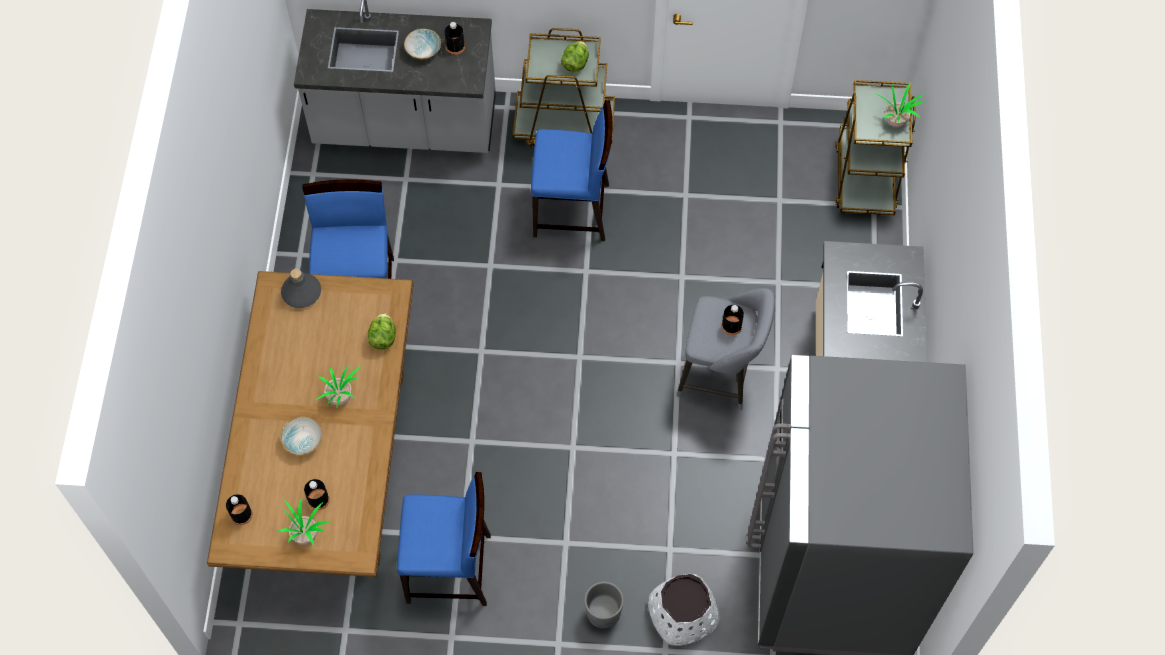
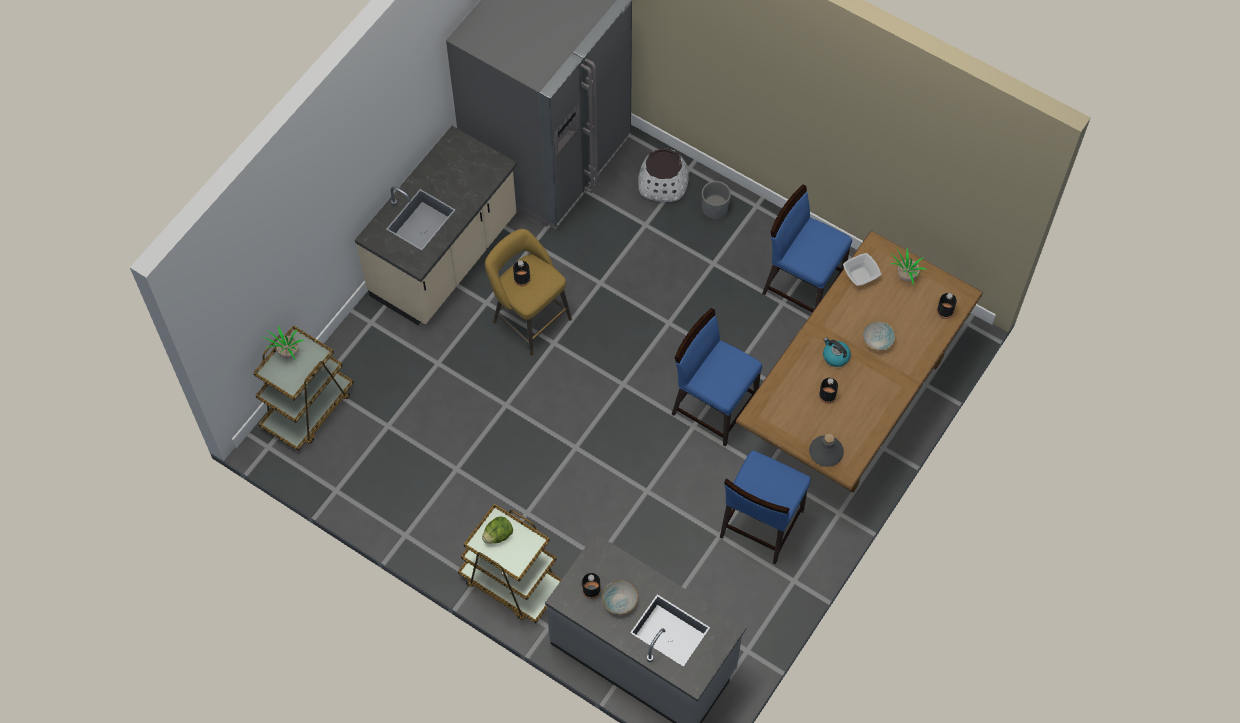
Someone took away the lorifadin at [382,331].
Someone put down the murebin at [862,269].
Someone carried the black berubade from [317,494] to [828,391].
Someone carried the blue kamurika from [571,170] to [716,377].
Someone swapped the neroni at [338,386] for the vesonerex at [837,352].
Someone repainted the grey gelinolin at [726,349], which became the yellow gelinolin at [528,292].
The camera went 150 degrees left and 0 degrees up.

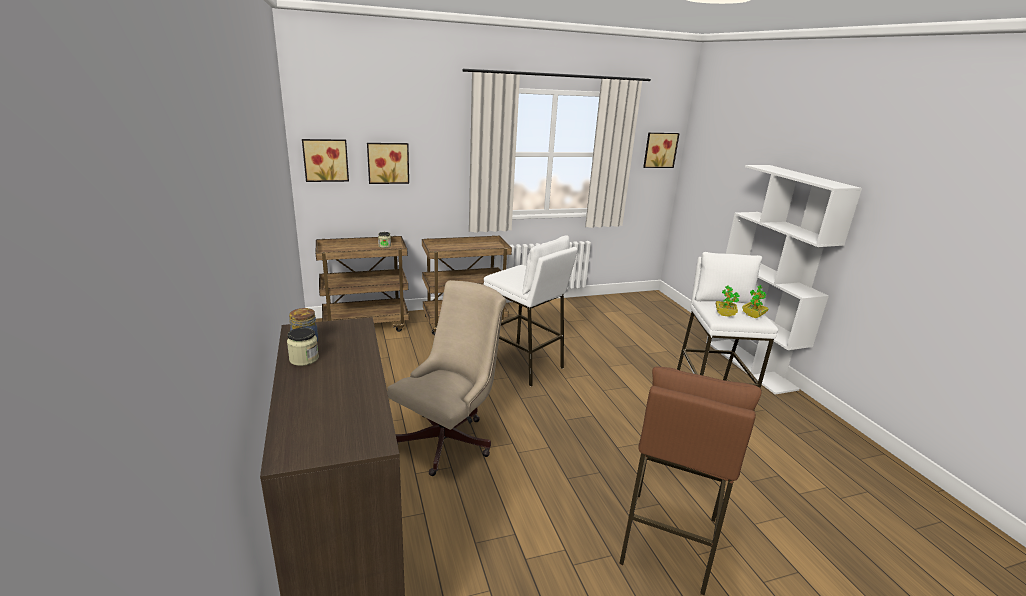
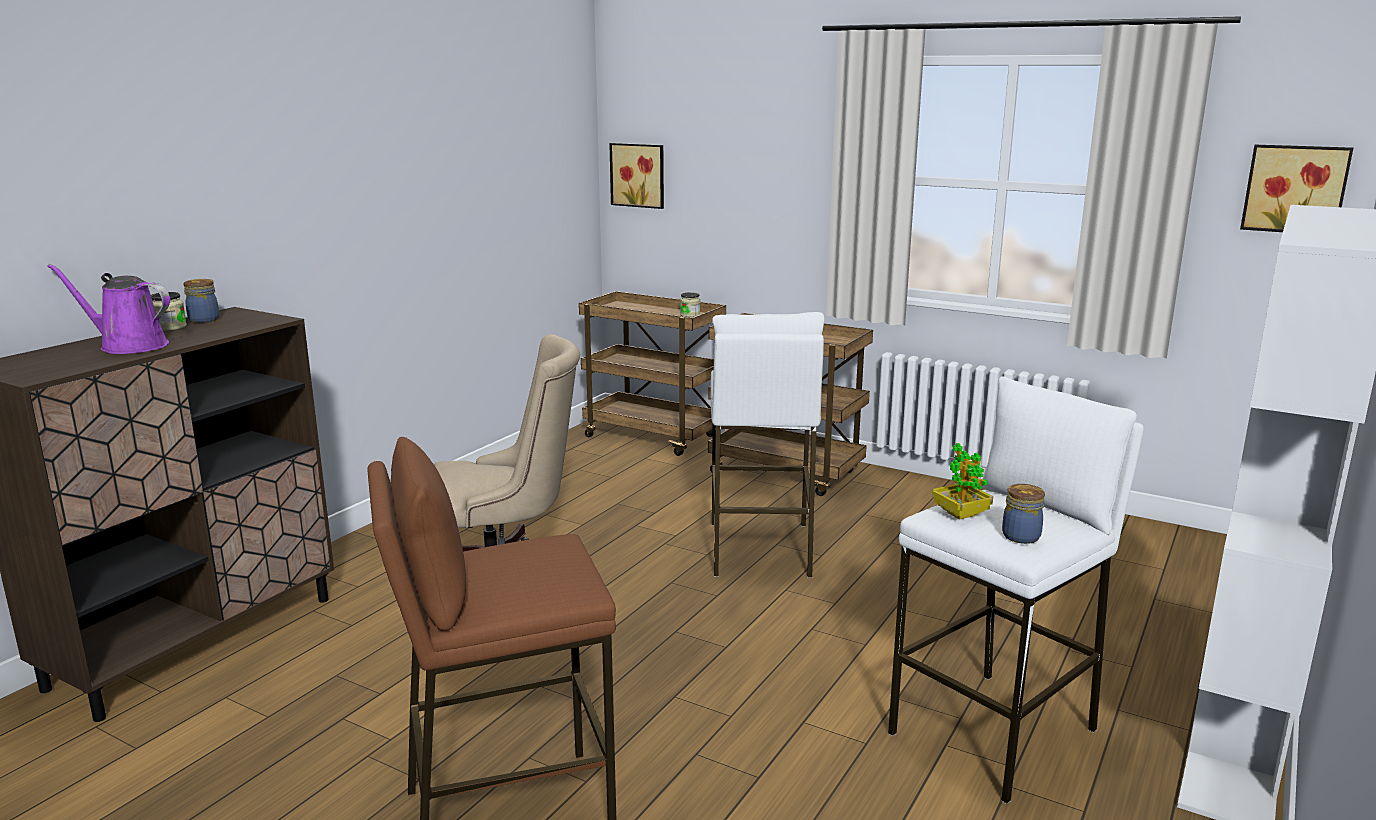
Someone took away the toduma at [388,163].
Someone put down the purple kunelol at [108,309].
Someone swapped the neroni at [755,301] for the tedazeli at [1023,514].
The camera went 50 degrees right and 5 degrees down.

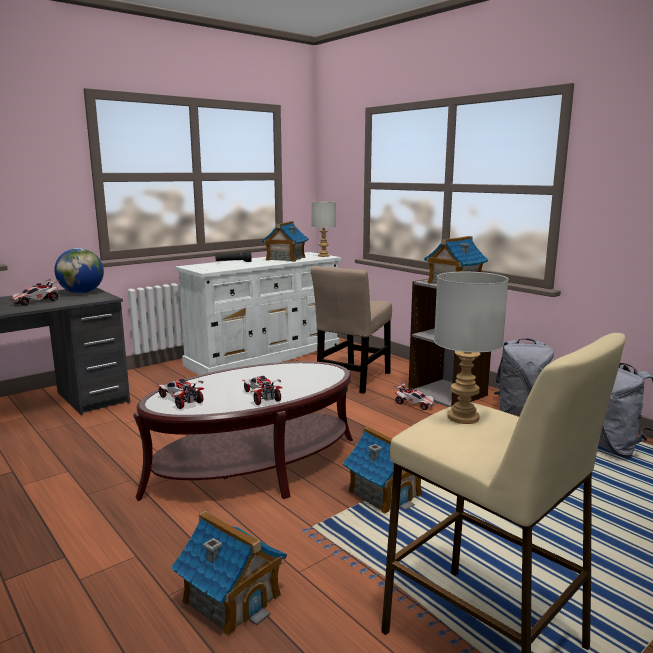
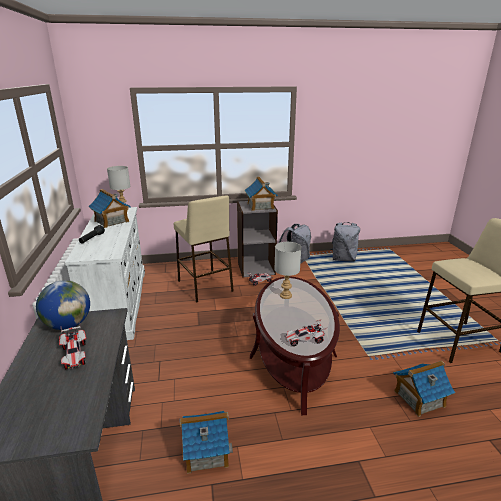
Someone took away the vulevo at [262,390].
Someone carried the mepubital from [382,470] to [206,442].
Someone carried the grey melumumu from [471,348] to [287,270].
Someone swapped the beige kamurika at [351,330] for the beige gelinolin at [204,249].
The camera went 60 degrees left and 10 degrees up.

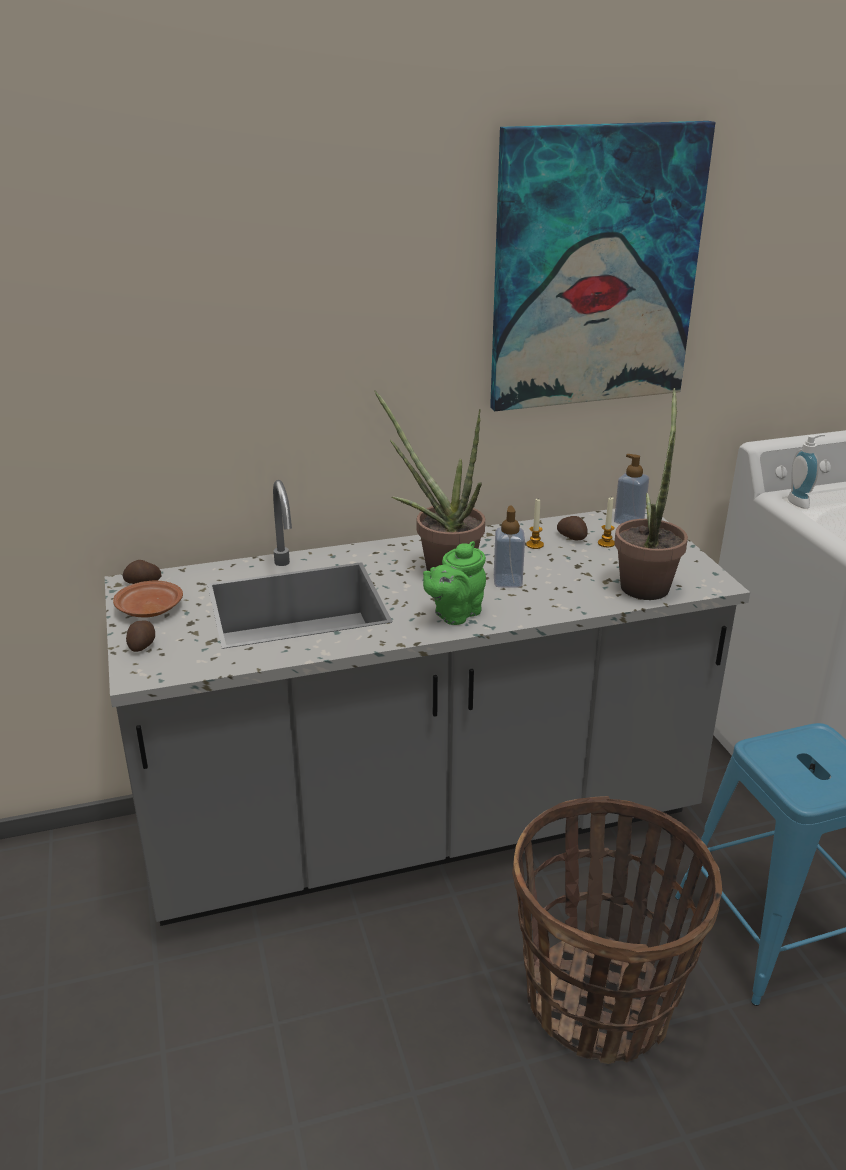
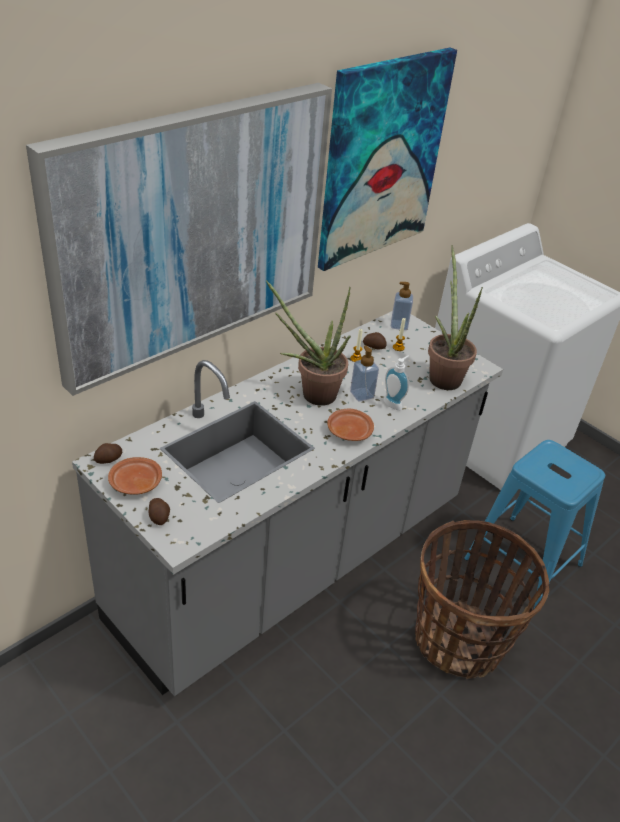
Someone put up the toduma at [179,239].
Someone carried the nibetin from [806,471] to [396,383].
Someone swapped the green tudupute at [454,583] for the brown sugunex at [350,425].
The camera went 30 degrees left and 10 degrees up.

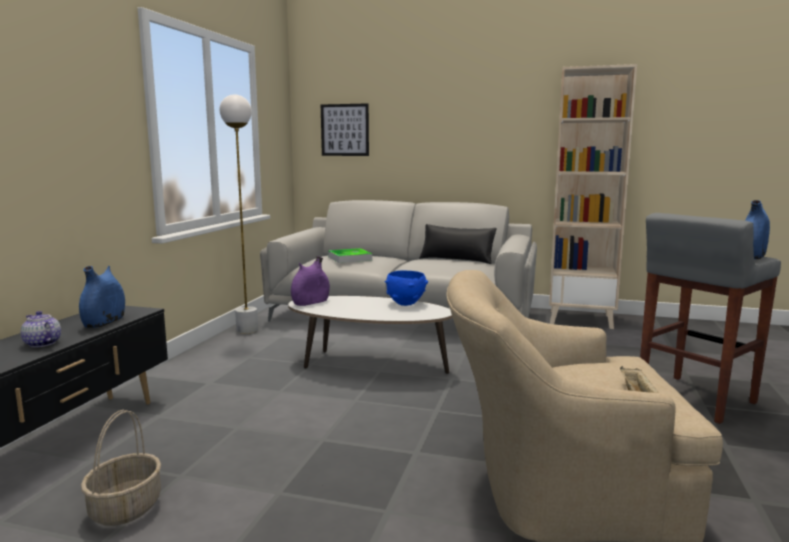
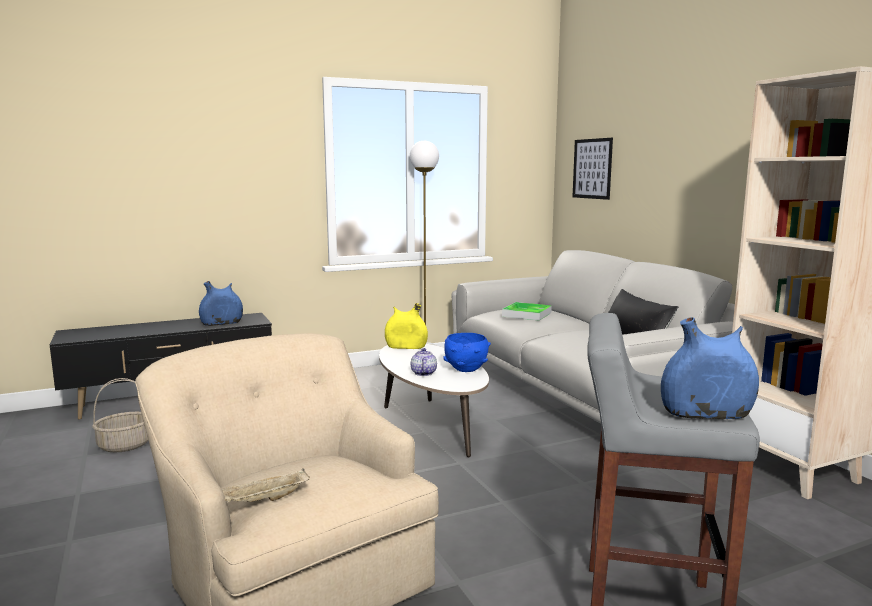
Someone carried the tudupute from [41,329] to [424,362].
Someone repainted the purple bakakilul at [310,281], which became the yellow bakakilul at [406,326].
The camera went 50 degrees right and 0 degrees up.

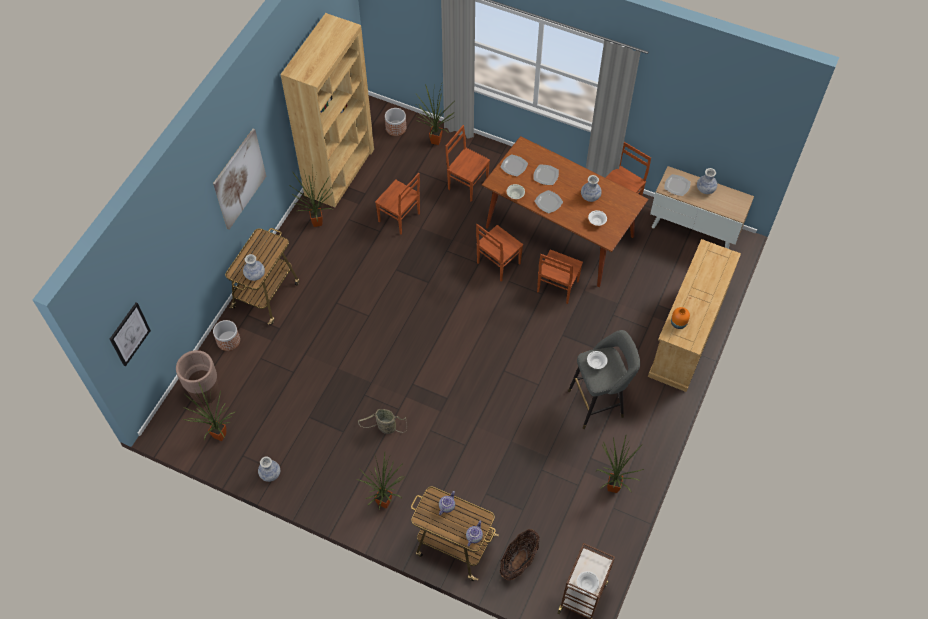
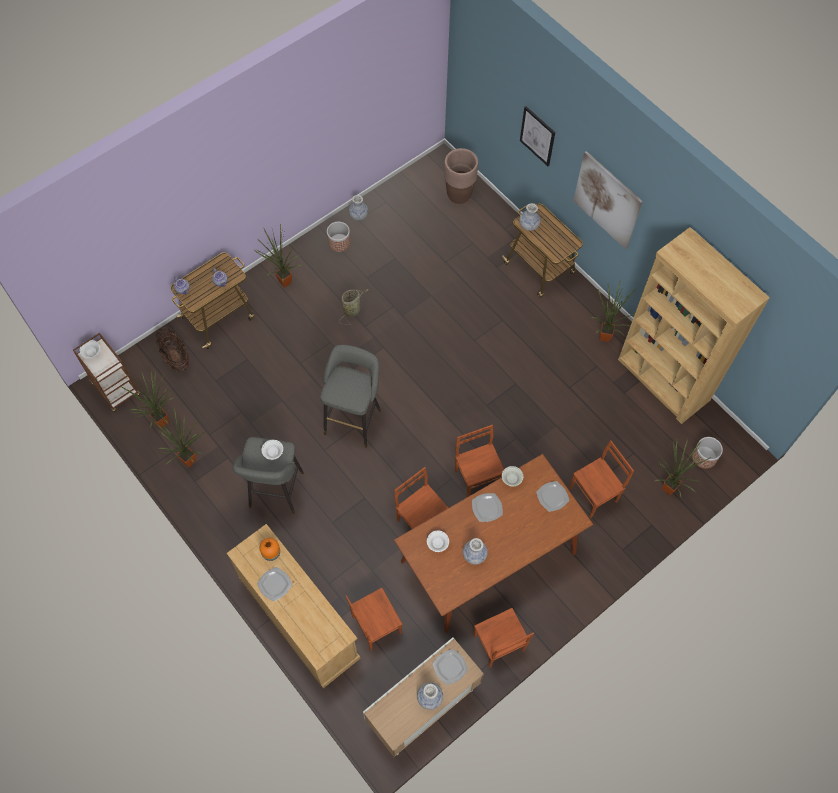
Someone put down the grey gelinolin at [350,396].
Someone carried the toduma from [130,334] to [537,136].
Someone carried the neroni from [209,412] to [148,399].
Someone carried the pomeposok from [226,335] to [339,237].
Someone carried the brown kamurika from [397,204] to [374,619].
Someone carried the sugunex from [546,175] to [274,584].
The camera went 115 degrees right and 5 degrees up.

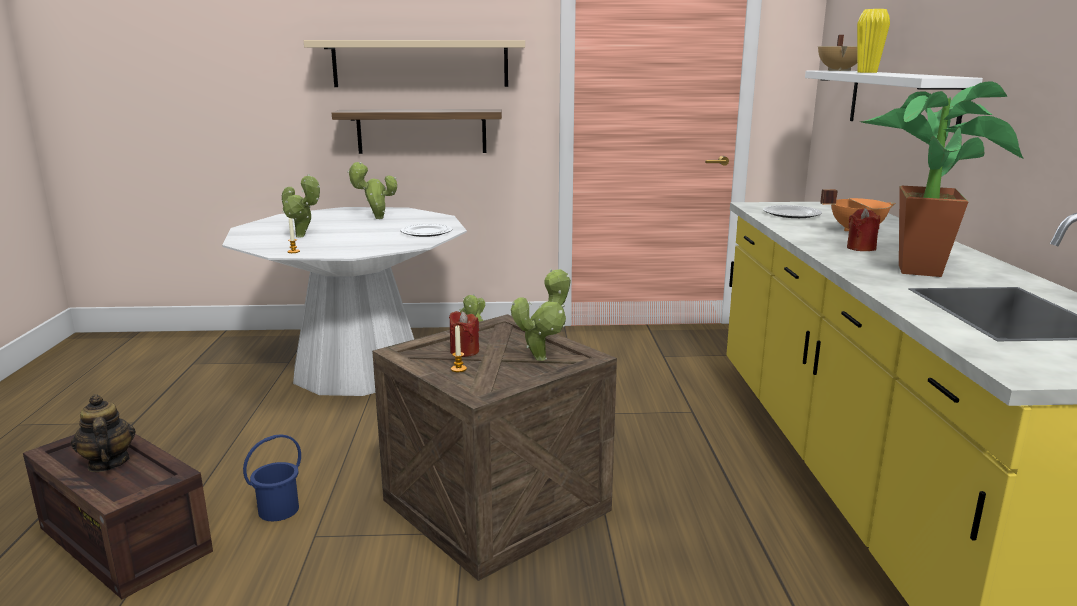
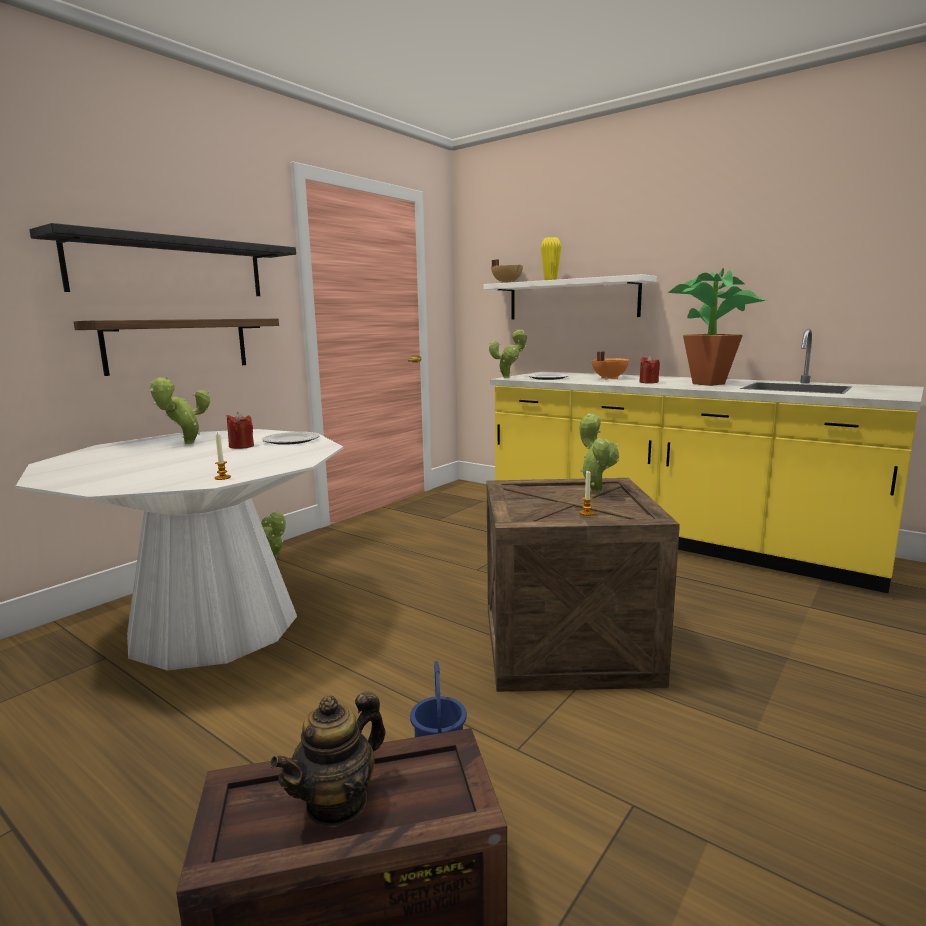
Someone carried the neroni from [301,206] to [508,353].
Someone carried the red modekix from [464,334] to [240,430].
Someone repainted the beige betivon at [414,63], which became the black betivon at [162,259].
Someone rotated the tudupute at [103,433] by 60 degrees counterclockwise.
The camera went 50 degrees left and 5 degrees down.

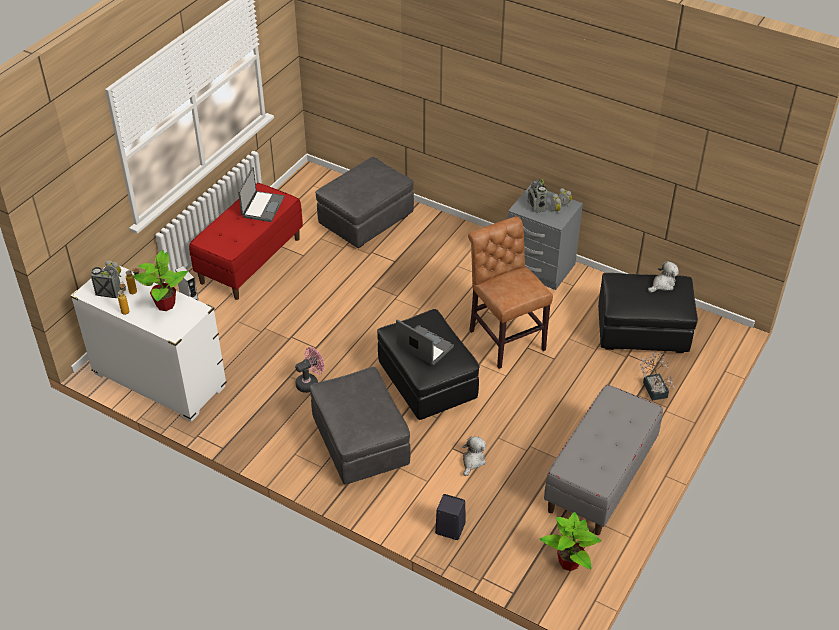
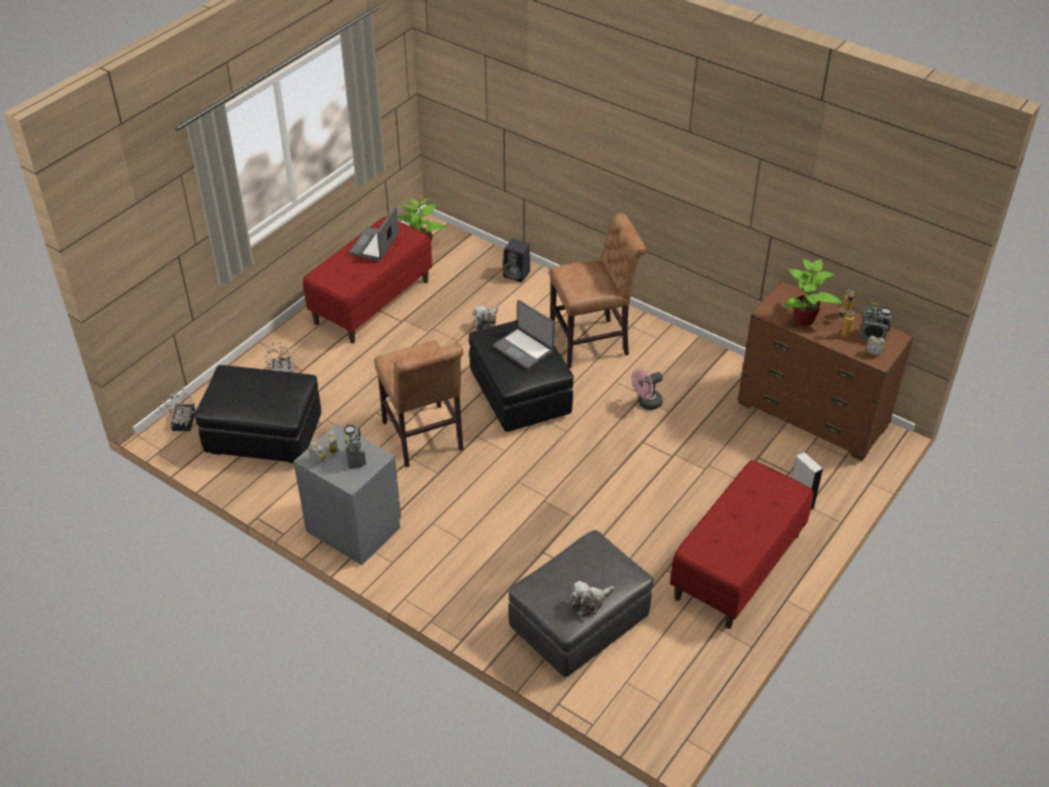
Someone put down the neroni at [178,409].
Someone carried the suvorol from [261,194] to [374,233].
Someone carried the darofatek from [663,276] to [592,599].
Someone swapped the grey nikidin at [360,426] for the brown kamurika at [597,290].
Someone repainted the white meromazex at [148,341], which became the brown meromazex at [826,371].
Someone repainted the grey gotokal at [603,459], which became the red gotokal at [367,280].
The camera went 175 degrees left and 0 degrees up.

